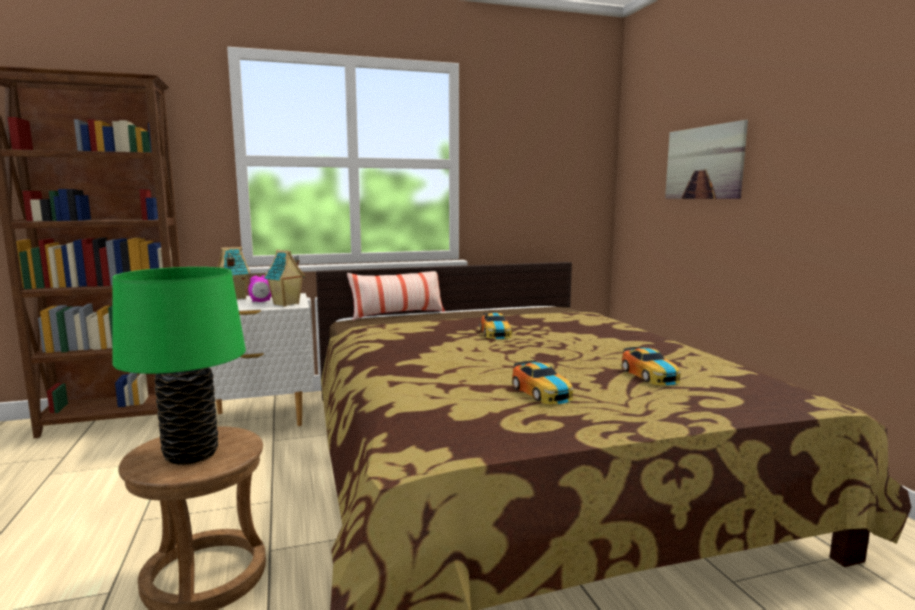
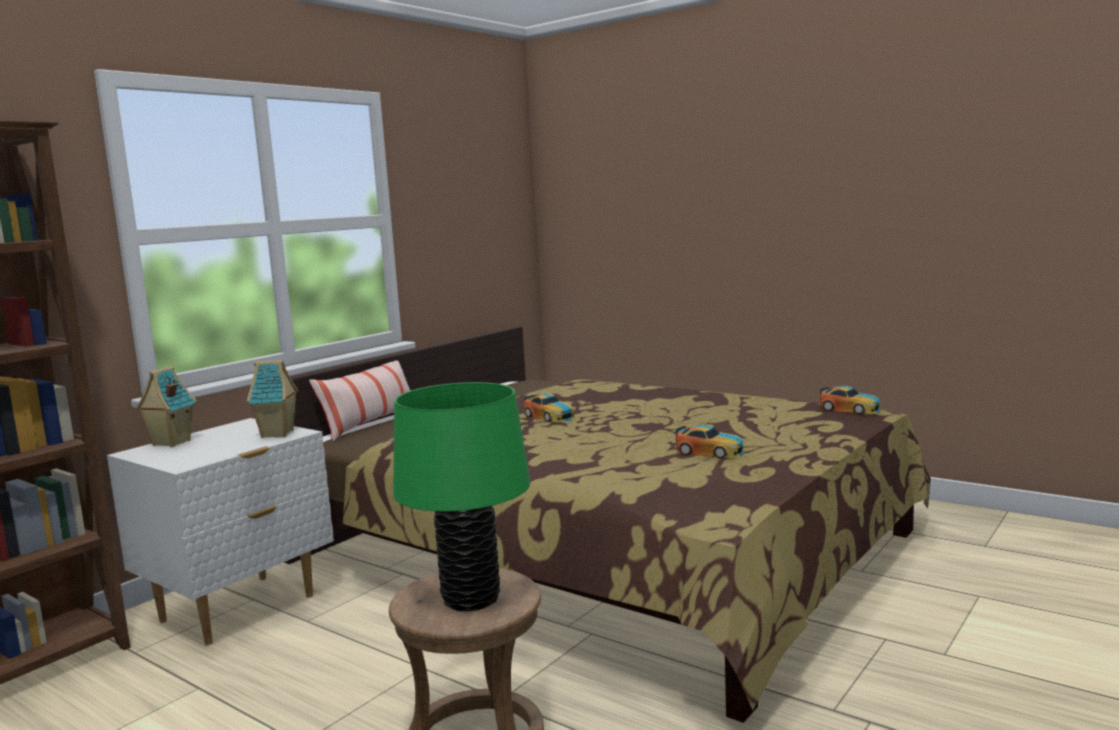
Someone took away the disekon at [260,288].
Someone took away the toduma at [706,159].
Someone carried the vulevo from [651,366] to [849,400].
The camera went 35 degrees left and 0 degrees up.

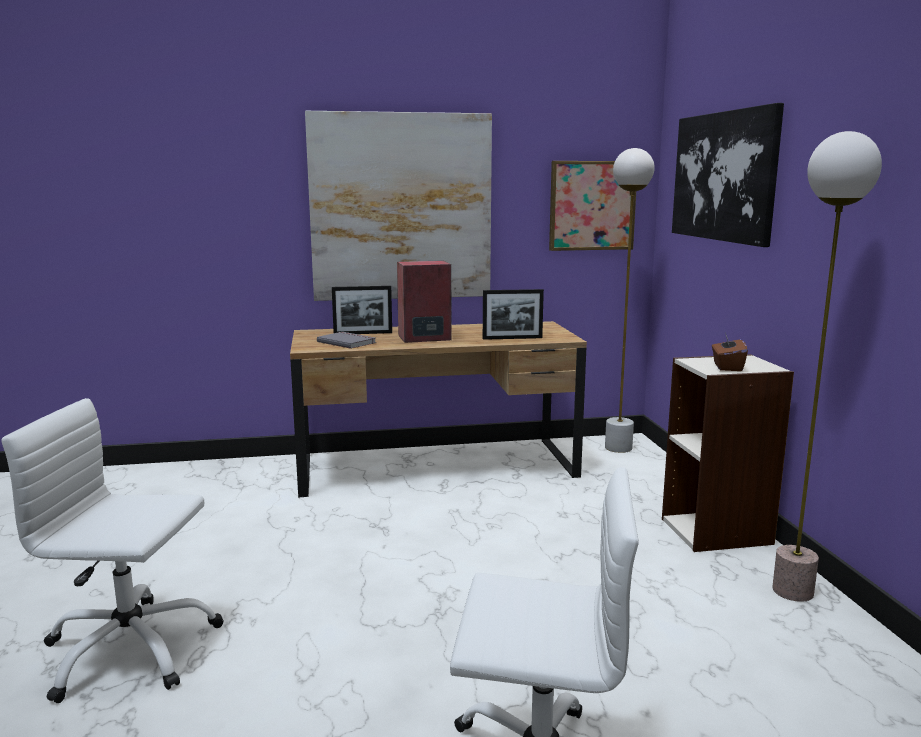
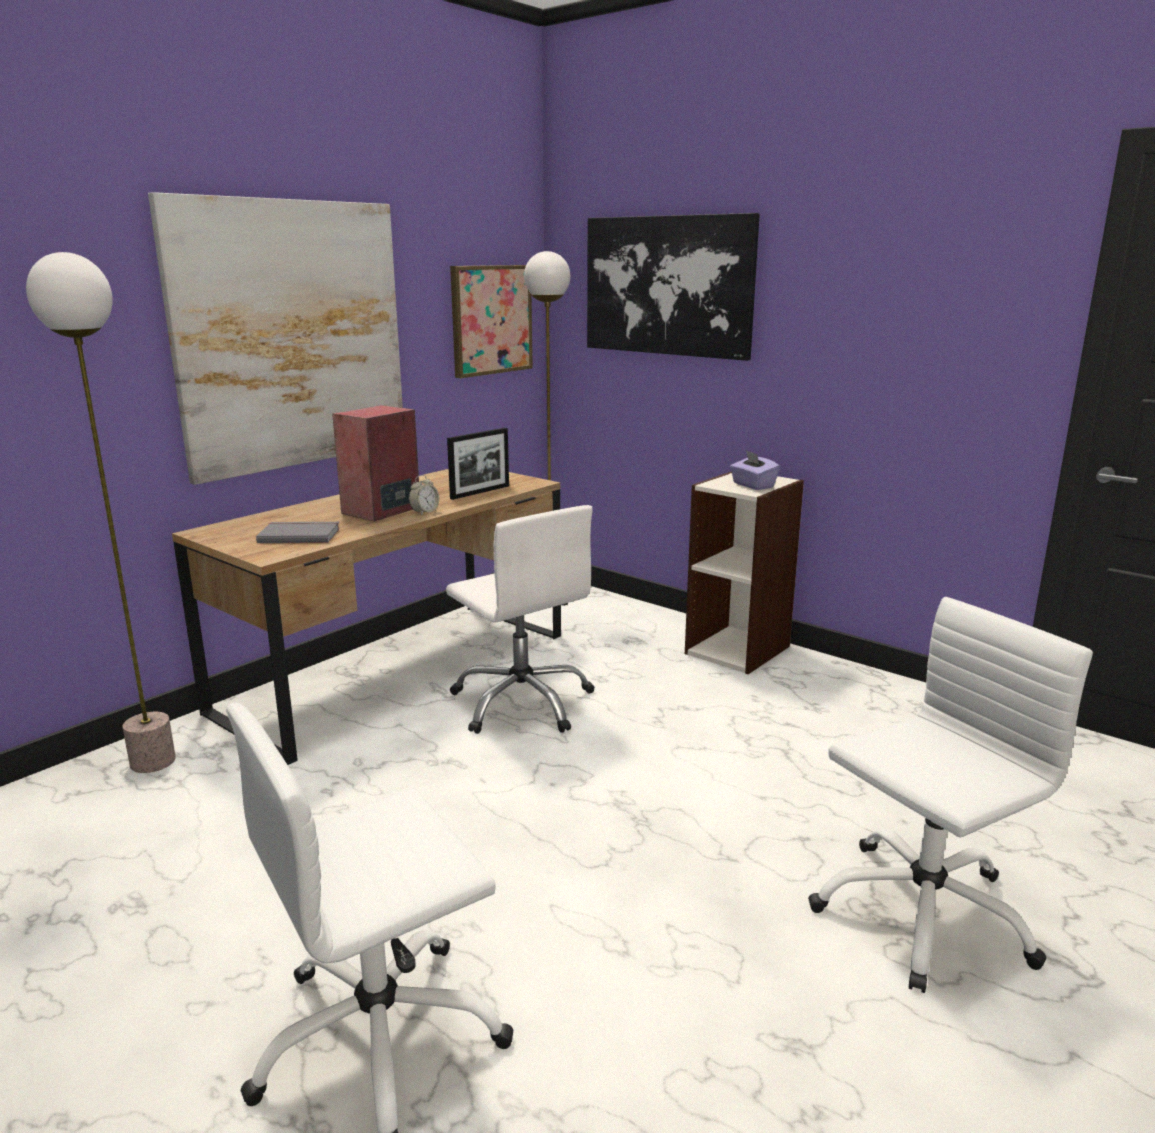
Someone took away the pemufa at [362,310].
Someone put down the disekon at [424,495].
Someone put down the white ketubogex at [520,619].
Someone carried the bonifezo from [827,366] to [101,512].
Someone repainted the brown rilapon at [730,352], which became the purple rilapon at [755,470].
The camera went 40 degrees left and 5 degrees up.

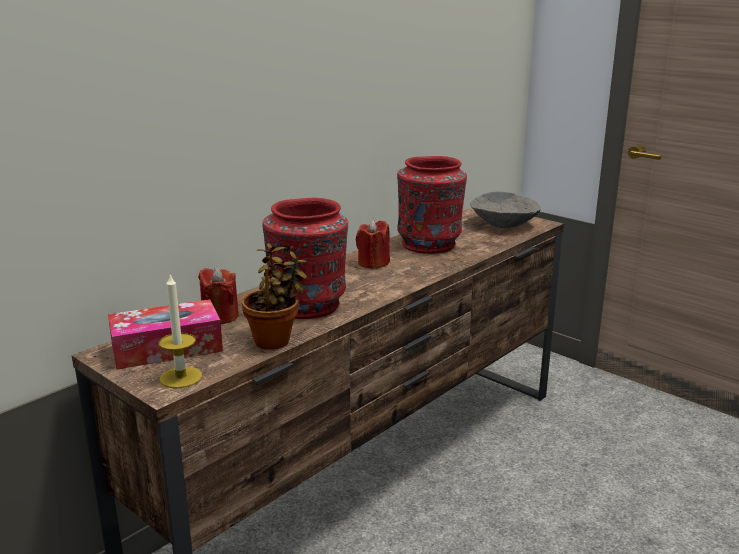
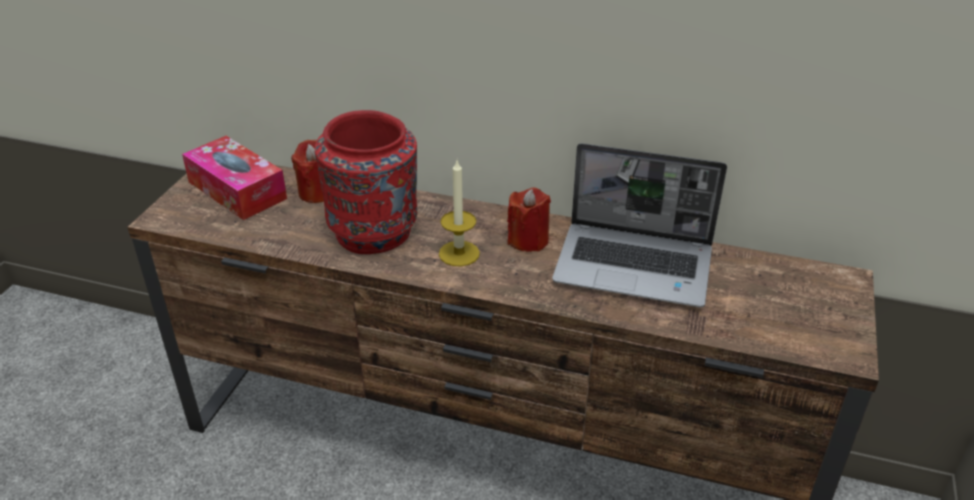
Someone took away the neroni at [274,296].
Someone took away the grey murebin at [505,210].
Someone carried the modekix from [180,331] to [459,213].
Someone swapped the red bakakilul at [432,205] for the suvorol at [639,225].
The camera went 65 degrees right and 15 degrees up.

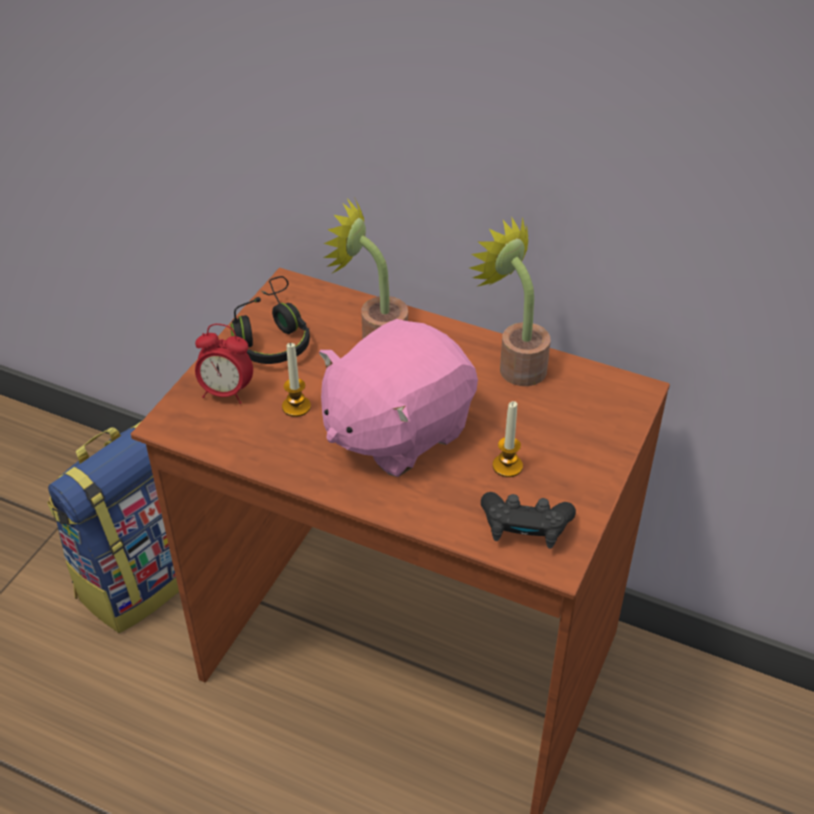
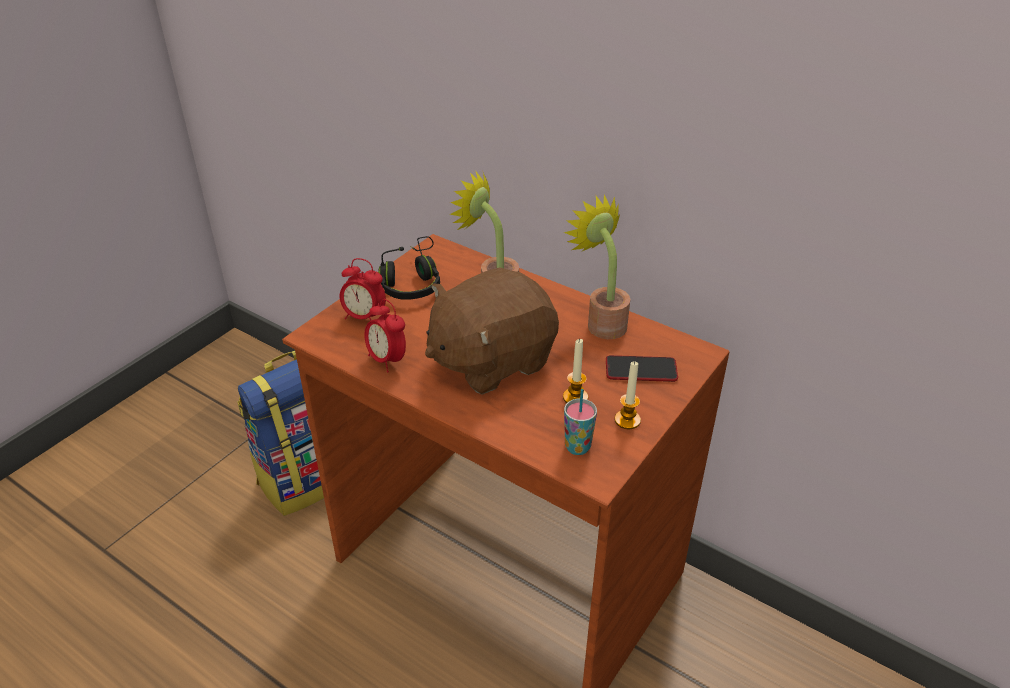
Someone put down the disekon at [385,336].
Someone put down the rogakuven at [642,368].
Someone carried the modekix from [296,379] to [628,395].
Someone swapped the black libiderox at [528,520] for the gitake at [580,422].
Someone repainted the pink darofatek at [398,398], which became the brown darofatek at [492,331].
The camera went 10 degrees right and 5 degrees down.

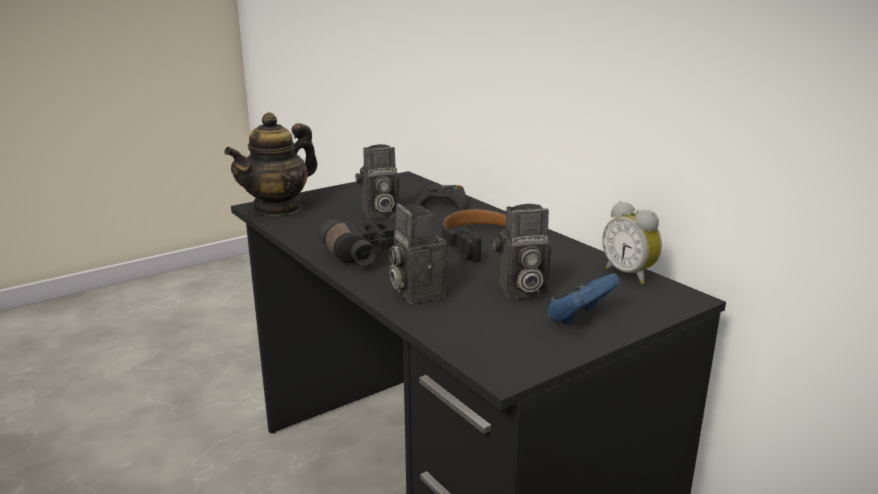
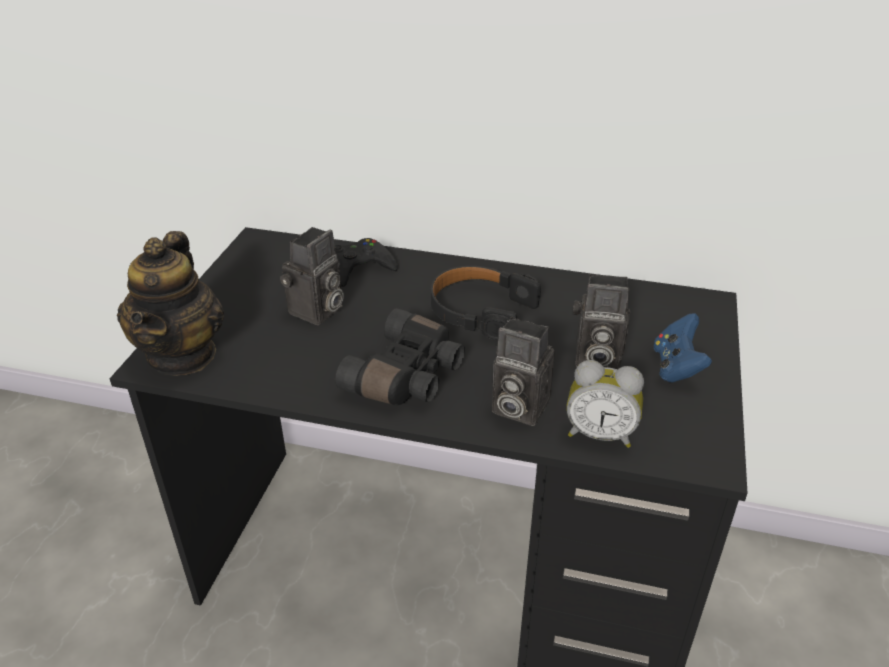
Someone carried the disekon from [632,243] to [605,404].
Someone rotated the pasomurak at [522,251] by 60 degrees clockwise.
The camera went 40 degrees left and 15 degrees up.

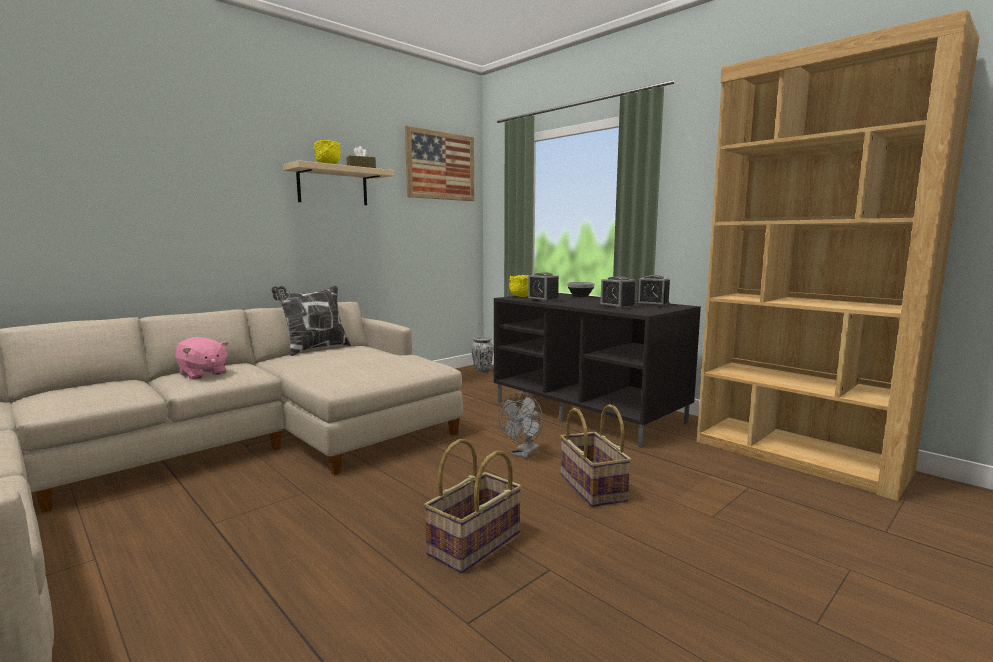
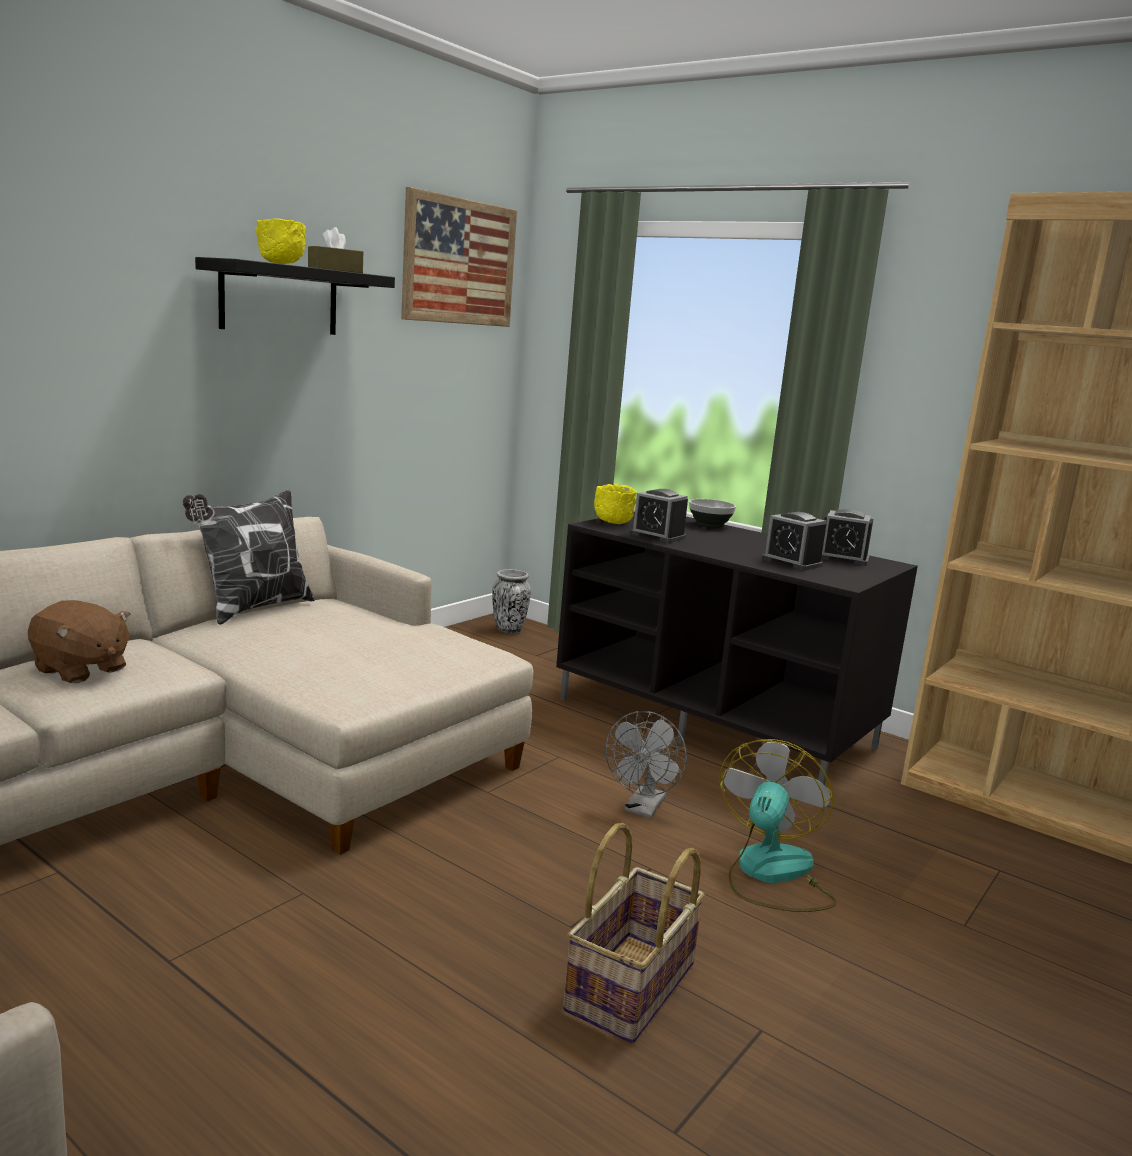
Someone swapped the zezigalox at [596,455] for the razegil at [778,825].
Someone repainted the pink darofatek at [202,358], which became the brown darofatek at [79,641].
Someone repainted the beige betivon at [338,182], which became the black betivon at [295,296].
The camera went 10 degrees left and 5 degrees up.

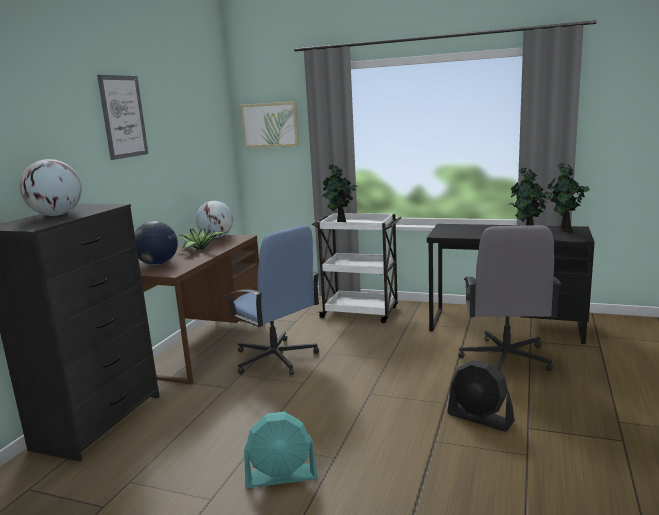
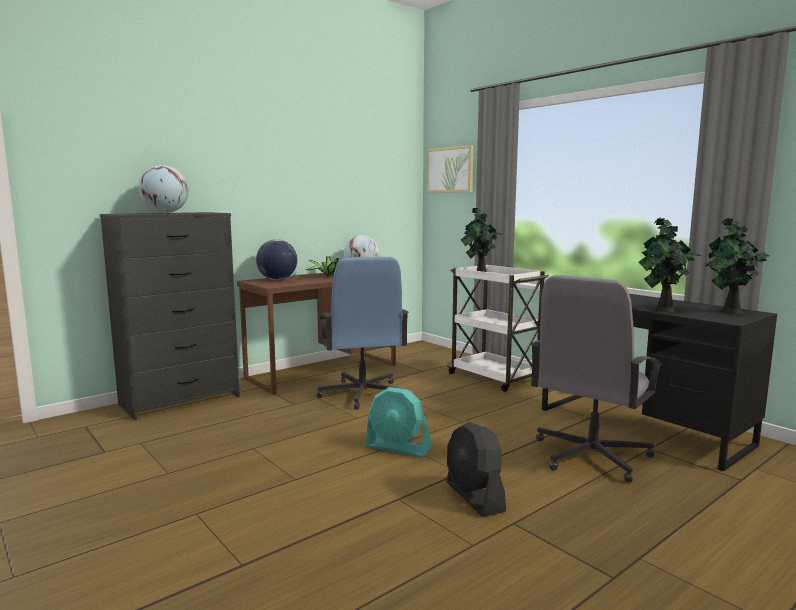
Someone took away the toduma at [122,117].
Someone carried the turquoise razegil from [281,450] to [398,422].
The camera went 30 degrees right and 5 degrees down.

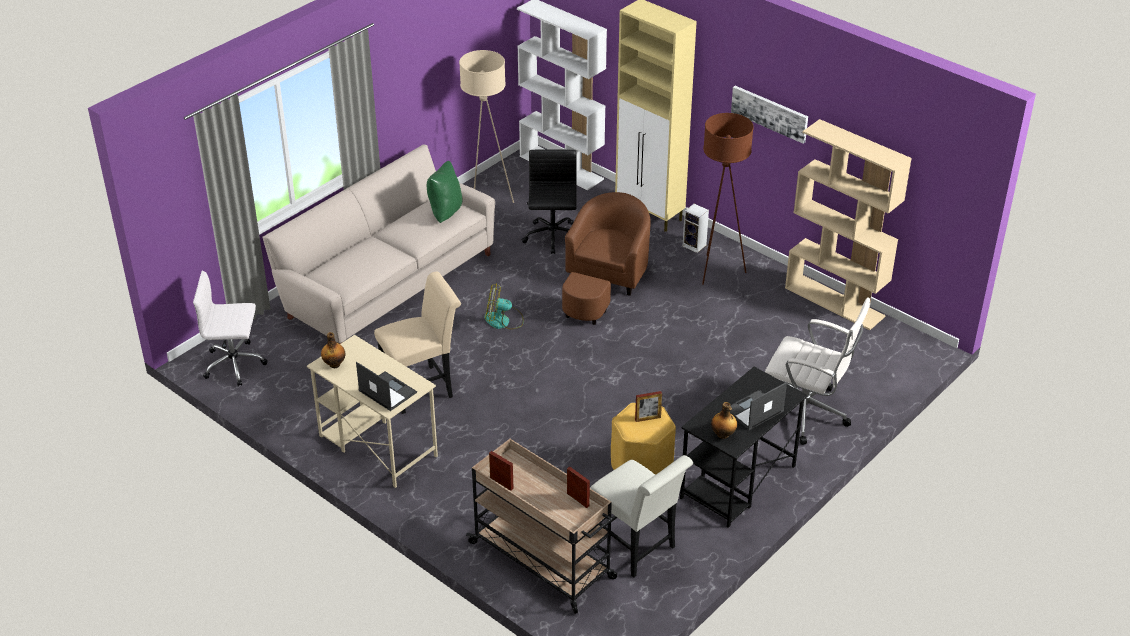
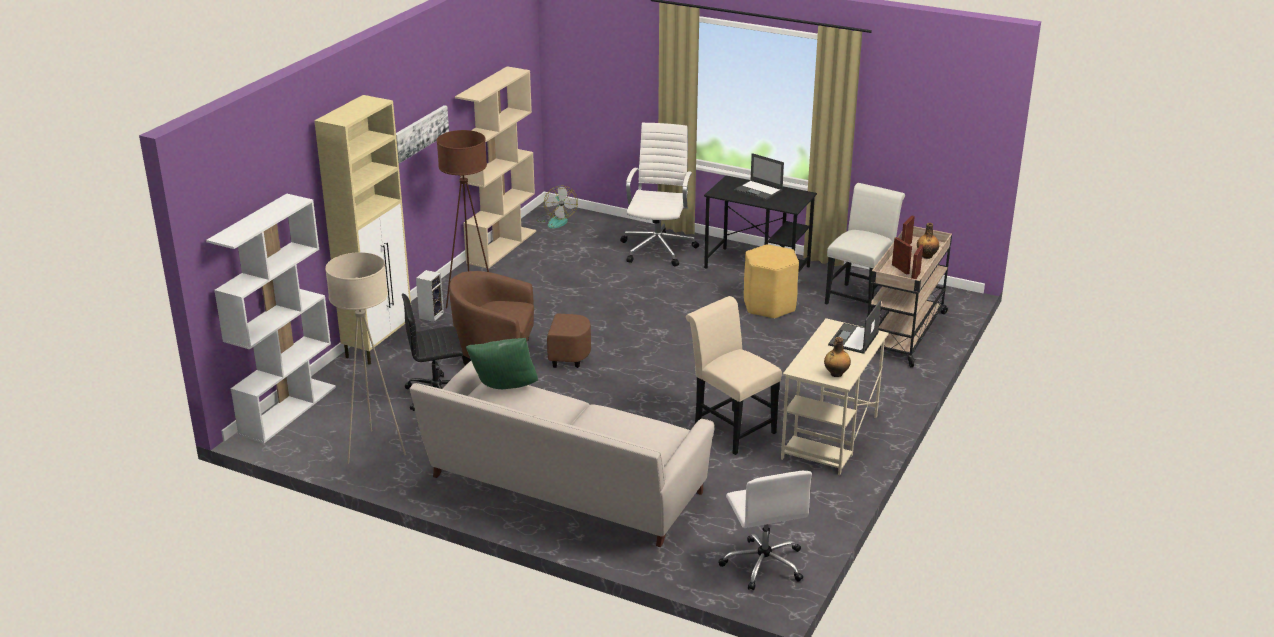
Someone carried the razegil from [504,306] to [557,207].
Someone carried the pemufa from [648,406] to [902,256].
Someone carried the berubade from [724,420] to [928,241].
The camera went 105 degrees left and 10 degrees down.

